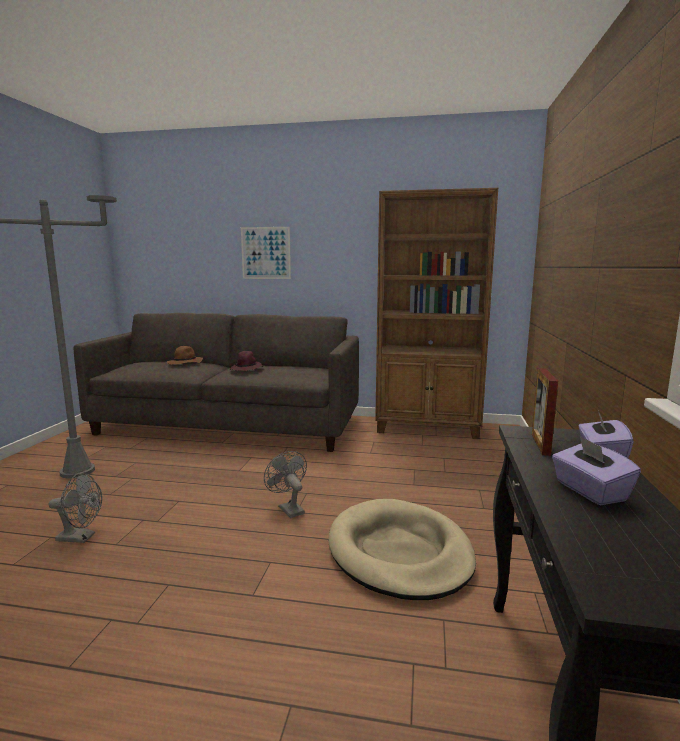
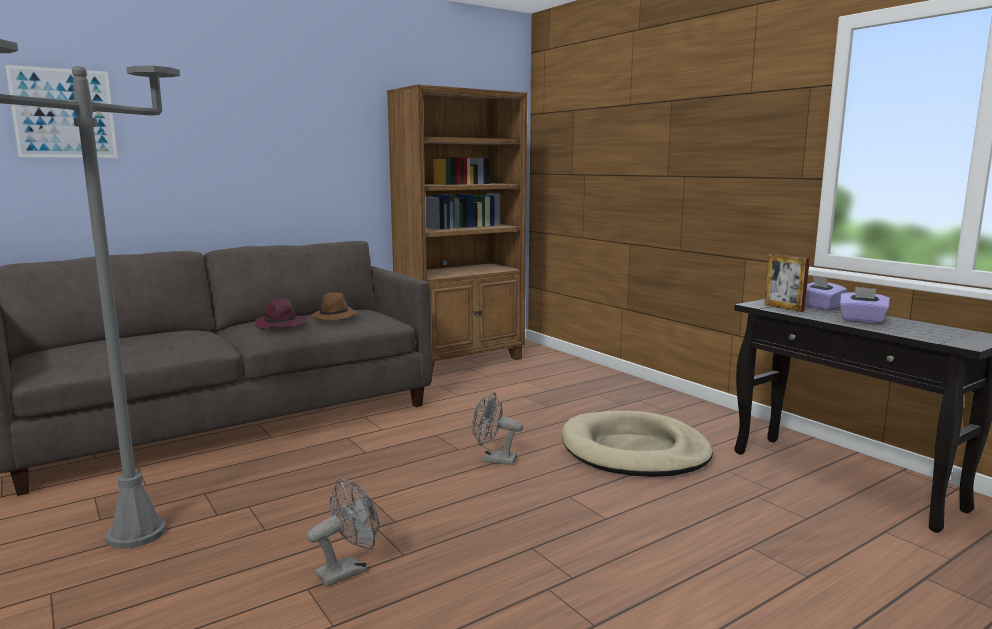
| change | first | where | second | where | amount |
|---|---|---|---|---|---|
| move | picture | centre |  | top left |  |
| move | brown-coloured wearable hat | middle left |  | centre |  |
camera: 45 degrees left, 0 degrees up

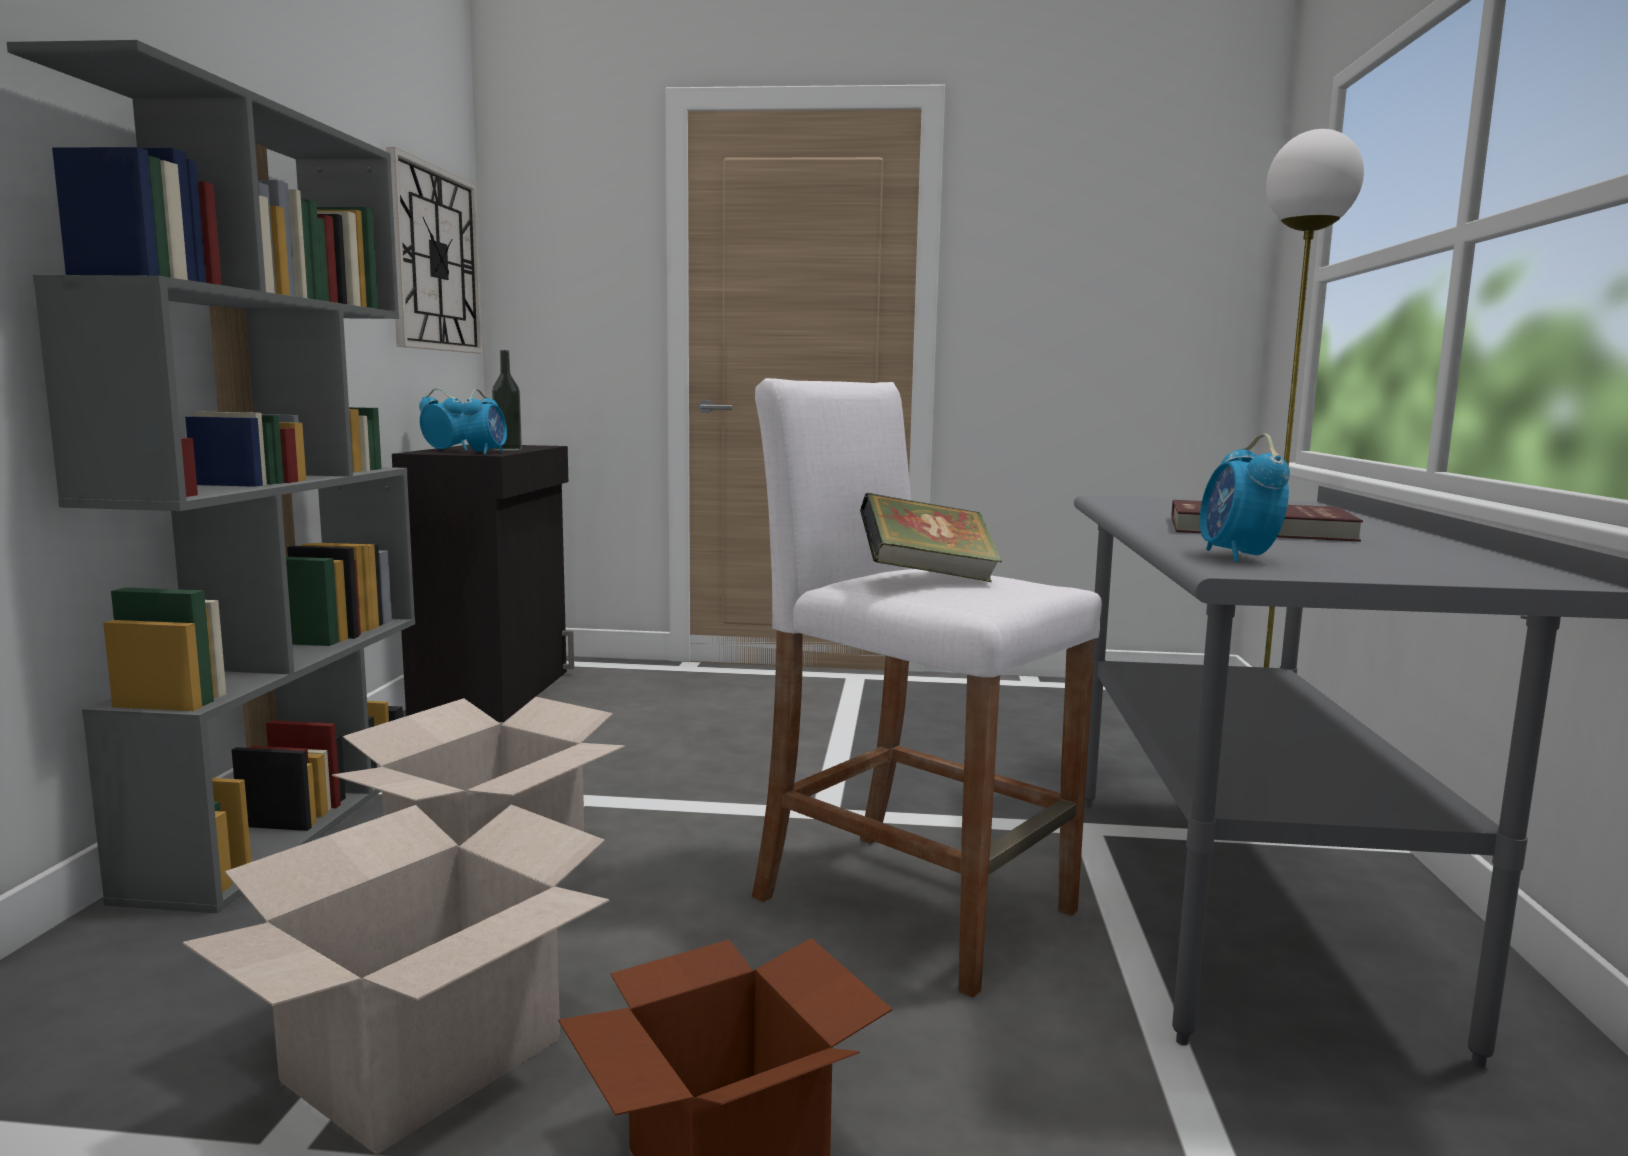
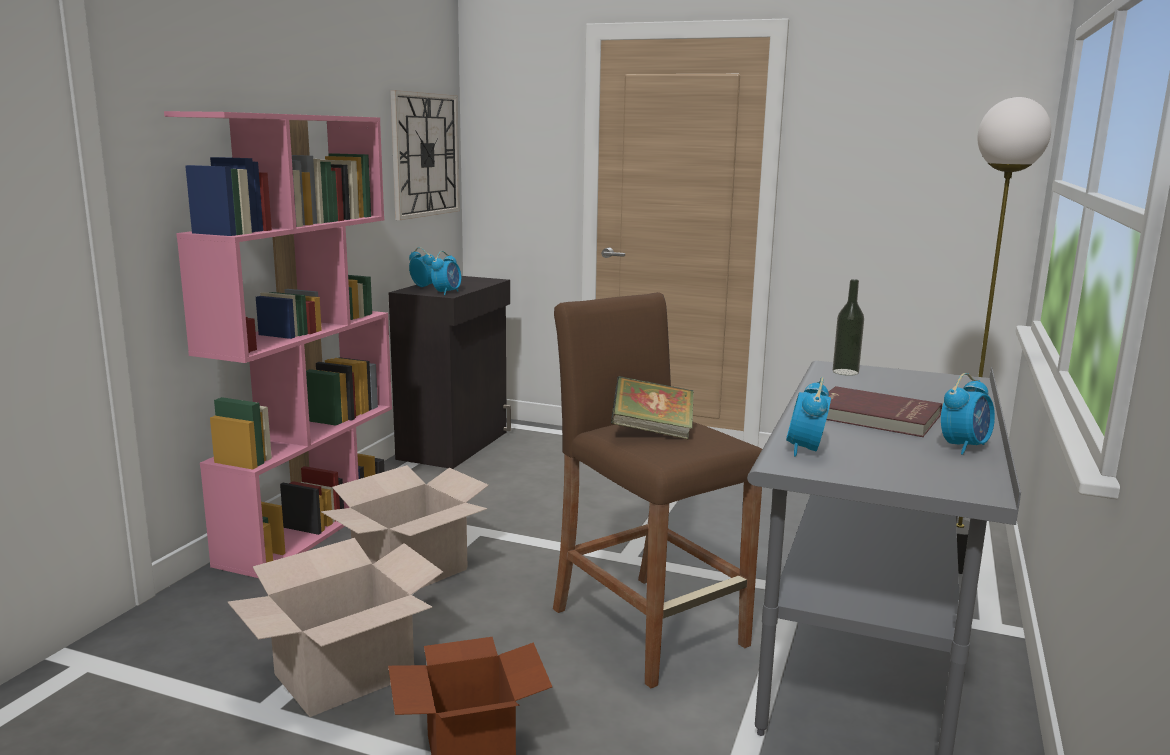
| change | first | where | second | where | amount |
|---|---|---|---|---|---|
| recolor | grey bookshelf | middle left | pink bookshelf | middle left |  |
| move | drink bottle | middle left |  | middle right |  |
| recolor | white-coloured sitting stool | centre | brown-coloured sitting stool | centre |  |
| insert |  |  | alarm clock (4th from left) | middle right |  |
camera: 15 degrees right, 5 degrees up

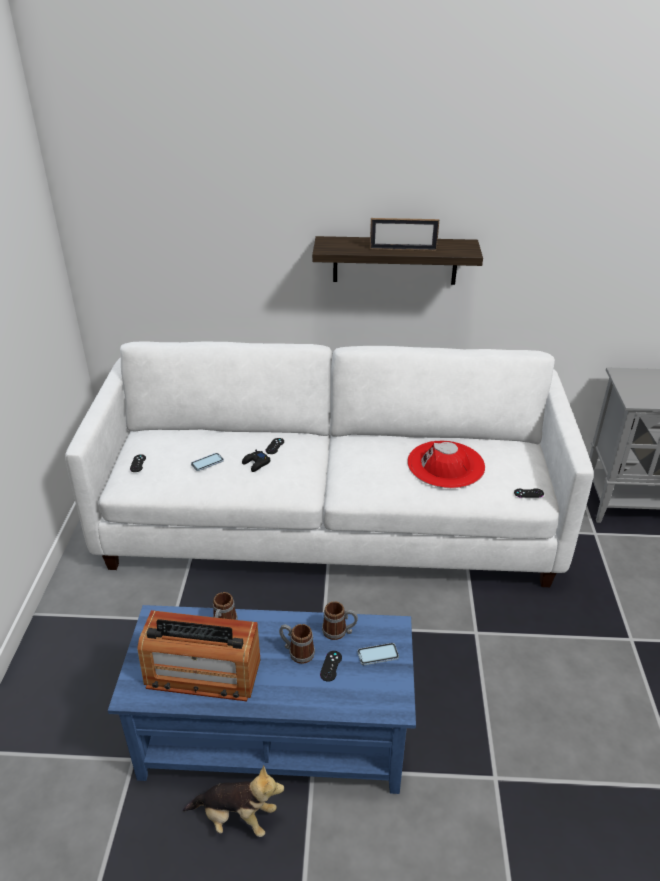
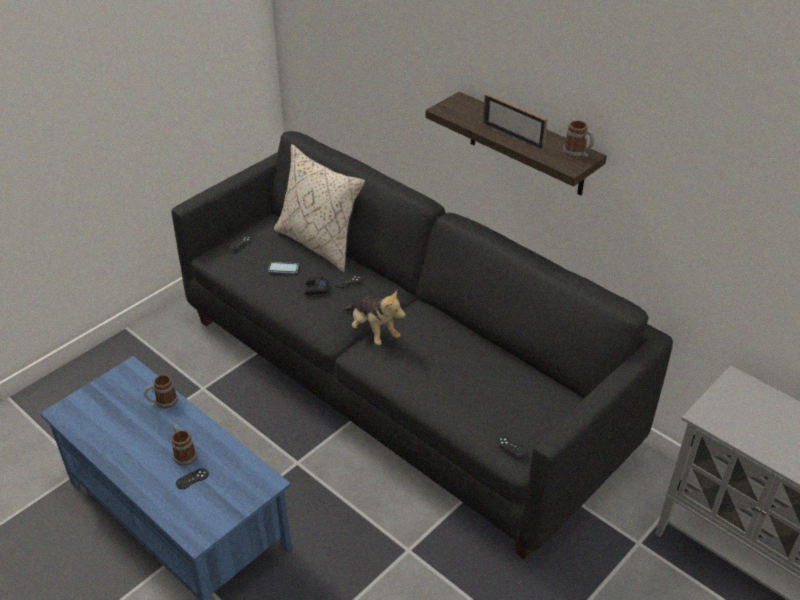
| change | first | where | second | where | amount |
|---|---|---|---|---|---|
| recolor | white-coloured couch | centre | blackish couch | centre |  |
| delete | red-coloured wearable hat | middle right |  |  |  |
| move | mug (3rd from left) | bottom centre |  | top right |  |
| delete | radio | bottom left |  |  |  |
| delete | telephone (2nd from left) | bottom centre |  |  |  |
| move | soft toy | bottom centre |  | centre |  |
| insert |  |  | beige-coloured throw pillow | centre |  |
camera: 40 degrees right, 5 degrees up

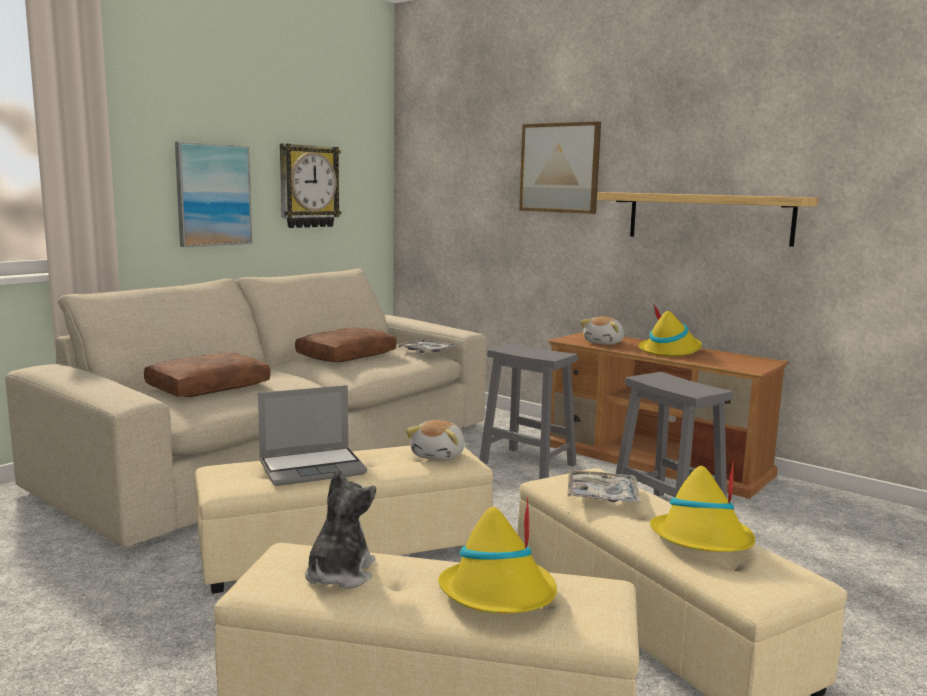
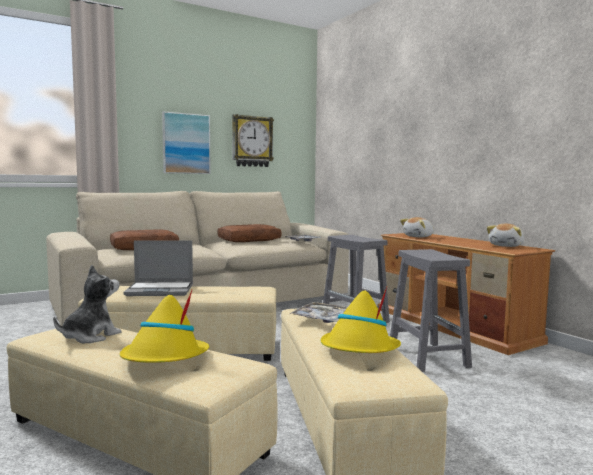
| change | first | where | second | where | amount |
|---|---|---|---|---|---|
| delete | picture (2nd from left) | top centre |  |  |  |
| delete | wall shelf | top right |  |  |  |
| delete | yellow-coloured wearable hat (2nd from left) | middle right |  |  |  |
| move | soft toy (2nd from left in the first image) | centre | soft toy (3rd from left) | middle right |  |
camera: 20 degrees right, 5 degrees down

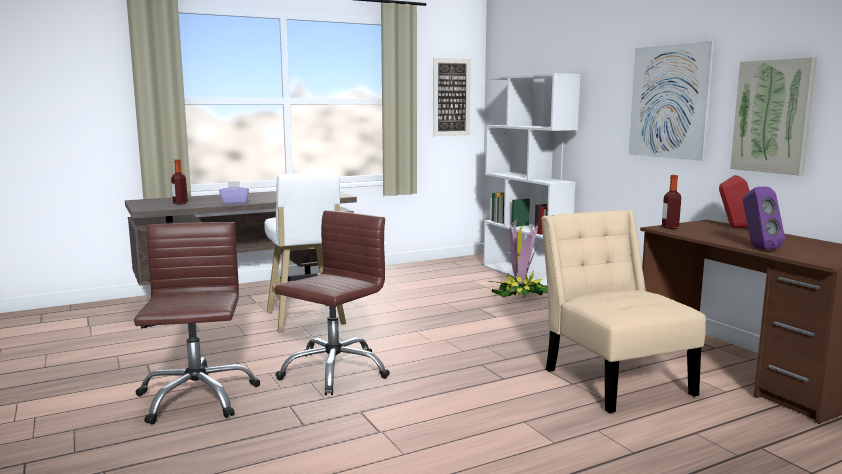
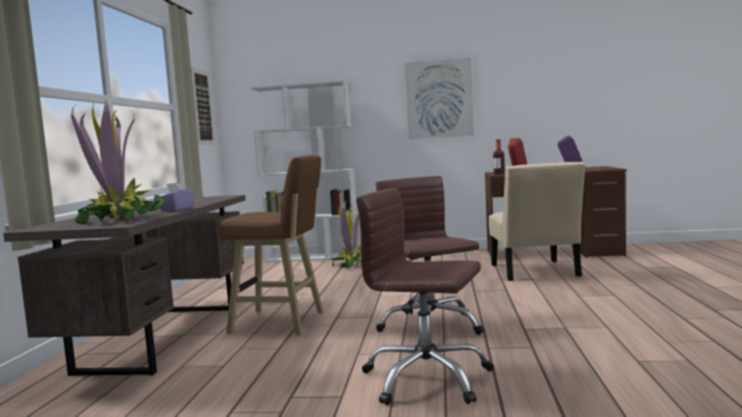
| change | first | where | second | where | amount |
|---|---|---|---|---|---|
| delete | picture (3rd from left) | top right |  |  |  |
| replace | drink bottle (1st from left) | middle left | houseplant (1st from left) | middle left |  |
| recolor | white-coloured sitting stool | centre | brown-coloured sitting stool | centre |  |
| rotate | beige-coloured plain chair | middle right |  | middle right | 105 degrees counterclockwise |
camera: 55 degrees left, 5 degrees down

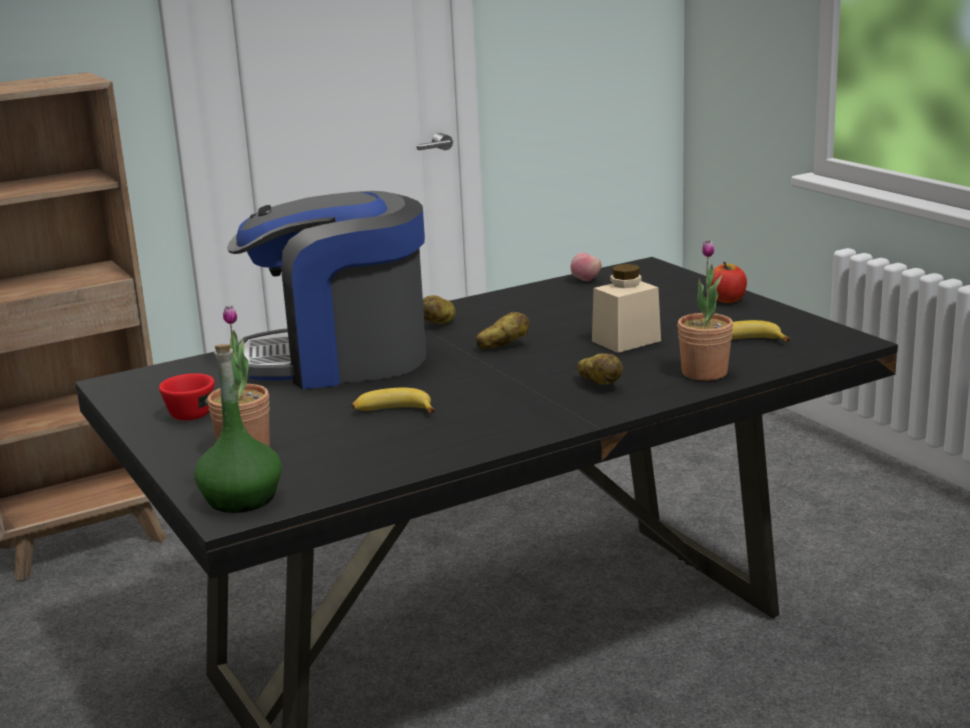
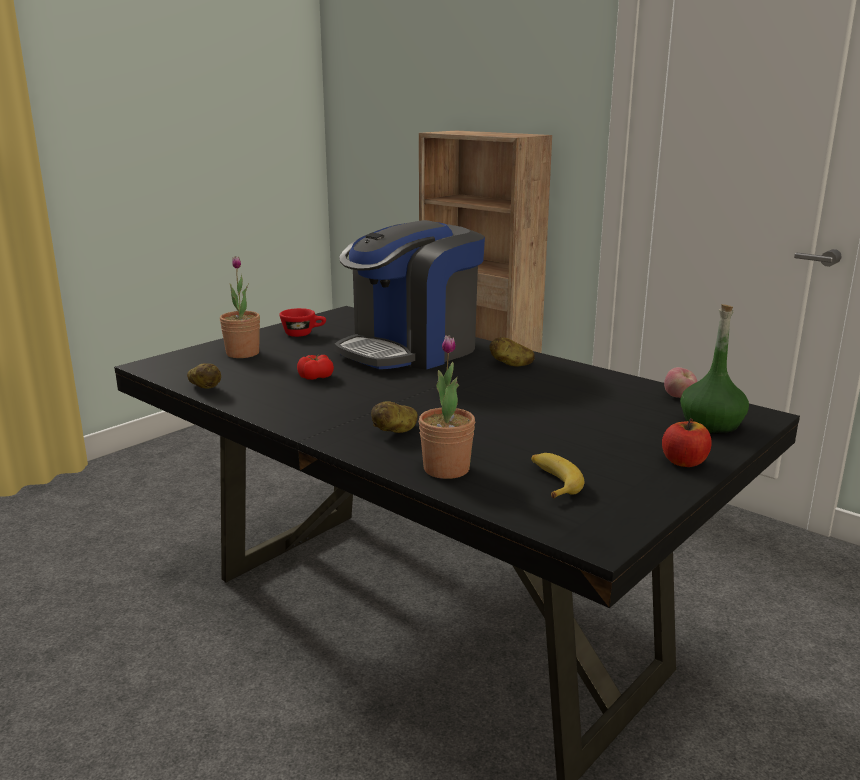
| change | first | where | second | where | amount |
|---|---|---|---|---|---|
| rotate | coffee maker | centre |  | centre | 105 degrees counterclockwise |
| delete | beige-coloured preserve jar | centre |  |  |  |
| move | spud (2nd from left in the first image) | centre | spud (1st from left) | middle left |  |
| move | green-coloured drink bottle | middle left |  | middle right |  |
| replace | whole banana (1st from left) | centre | whole tomato | centre |  |
camera: 70 degrees right, 0 degrees up

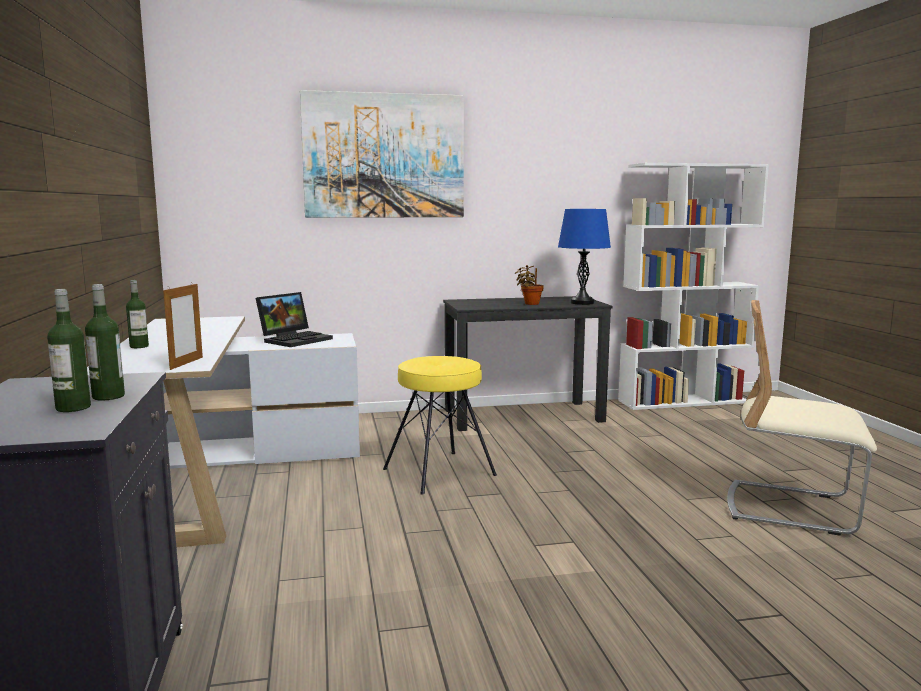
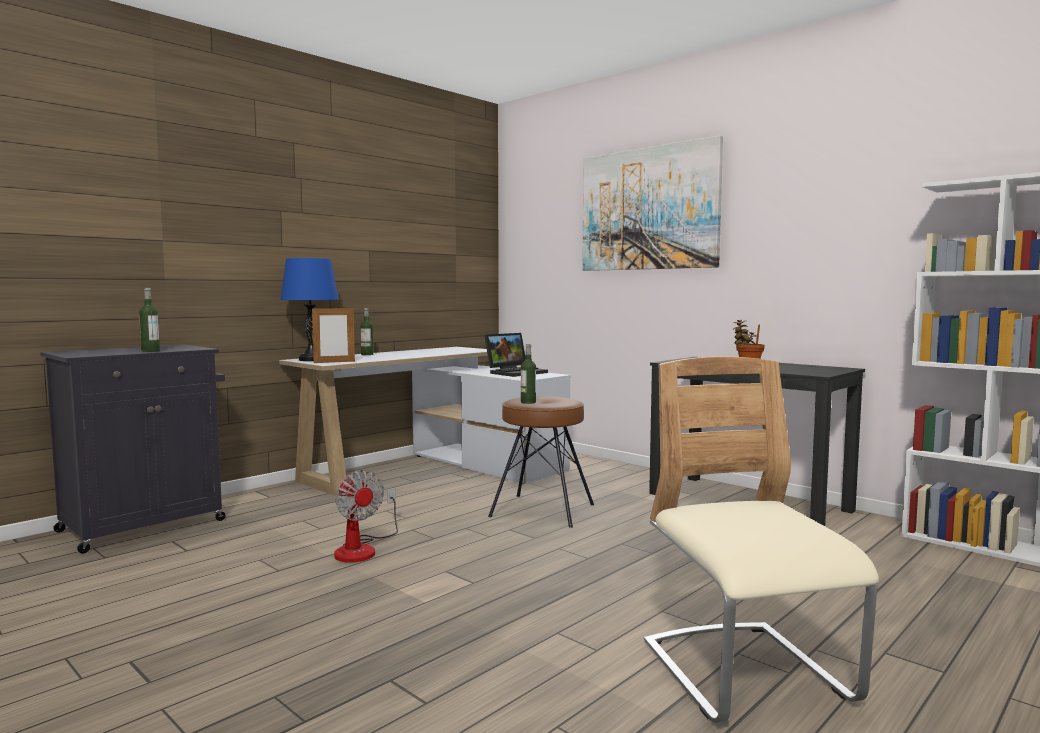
| change | first | where | second | where | amount |
|---|---|---|---|---|---|
| move | blue-coloured lamp for a table | centre |  | middle left |  |
| move | drink bottle (1st from left in the first image) | middle left | drink bottle (3rd from left) | centre |  |
| rotate | laptop | middle left |  | centre | 45 degrees counterclockwise |
| recolor | yellow-coloured sitting stool | centre | brown-coloured sitting stool | centre |  |
| insert |  |  | electric fan | bottom centre |  |
camera: 55 degrees right, 5 degrees down

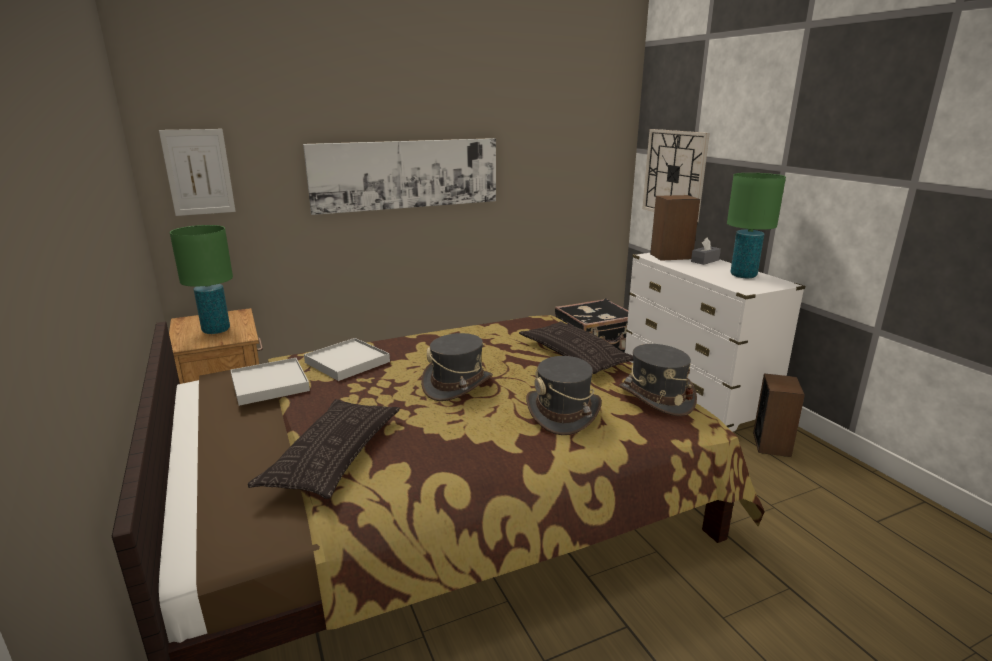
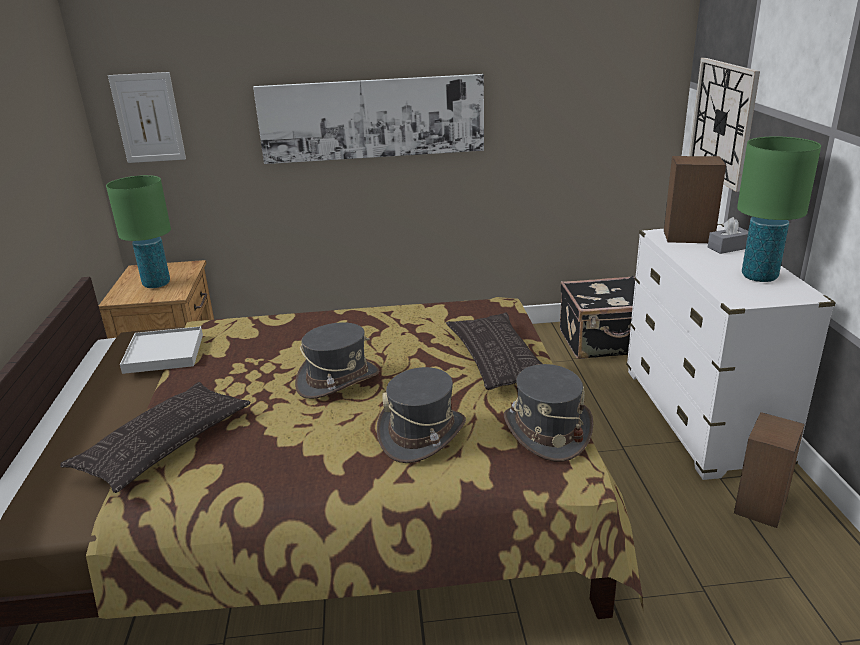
| change | first | where | second | where | amount |
|---|---|---|---|---|---|
| delete | white-coloured tray (2nd from left) | centre |  |  |  |
camera: 20 degrees right, 5 degrees up

